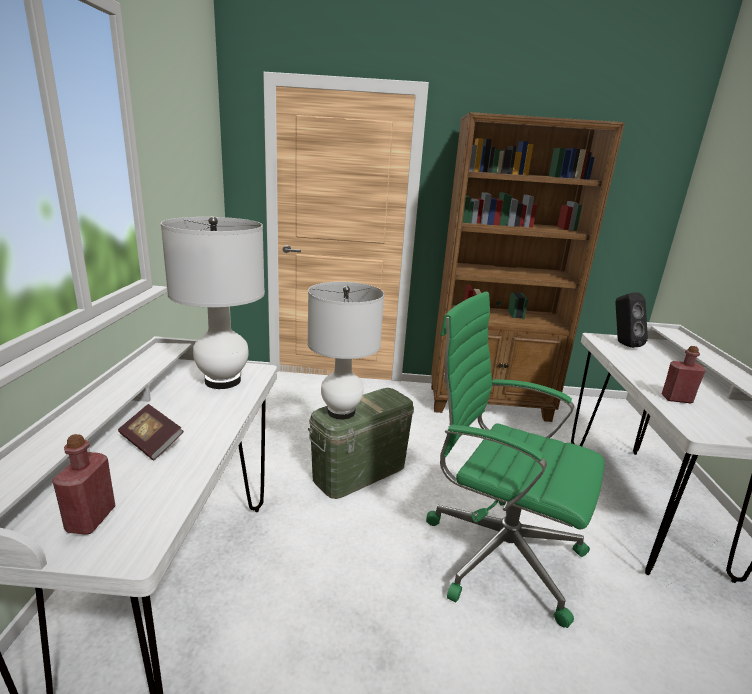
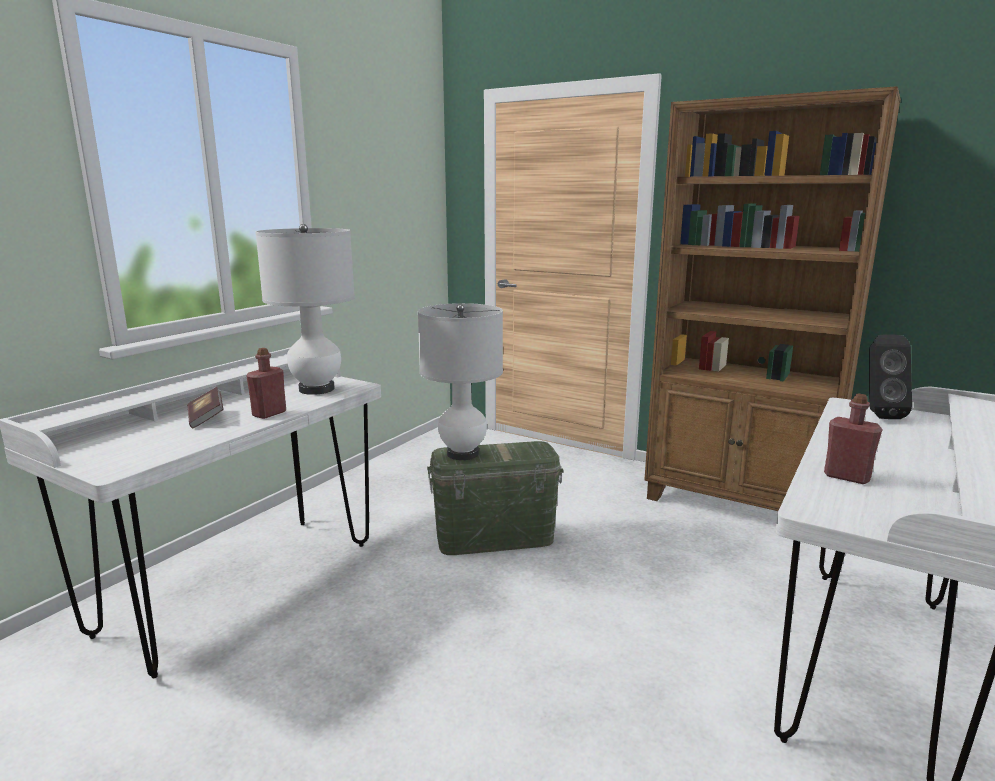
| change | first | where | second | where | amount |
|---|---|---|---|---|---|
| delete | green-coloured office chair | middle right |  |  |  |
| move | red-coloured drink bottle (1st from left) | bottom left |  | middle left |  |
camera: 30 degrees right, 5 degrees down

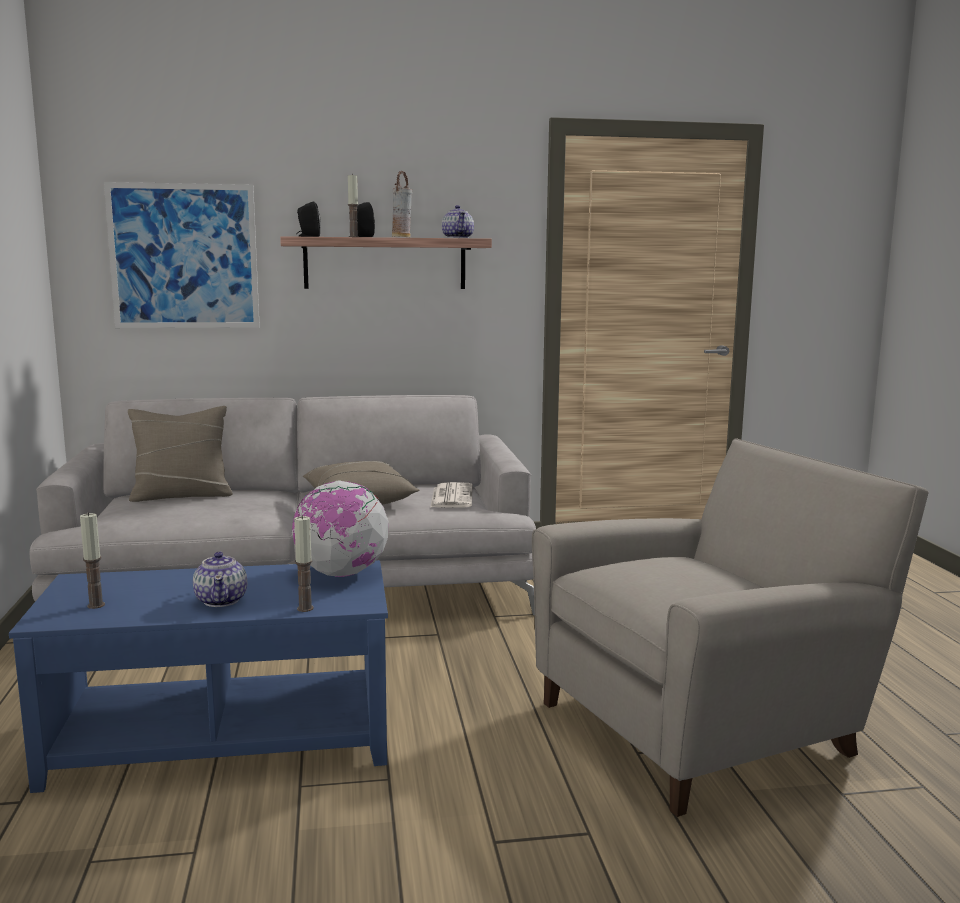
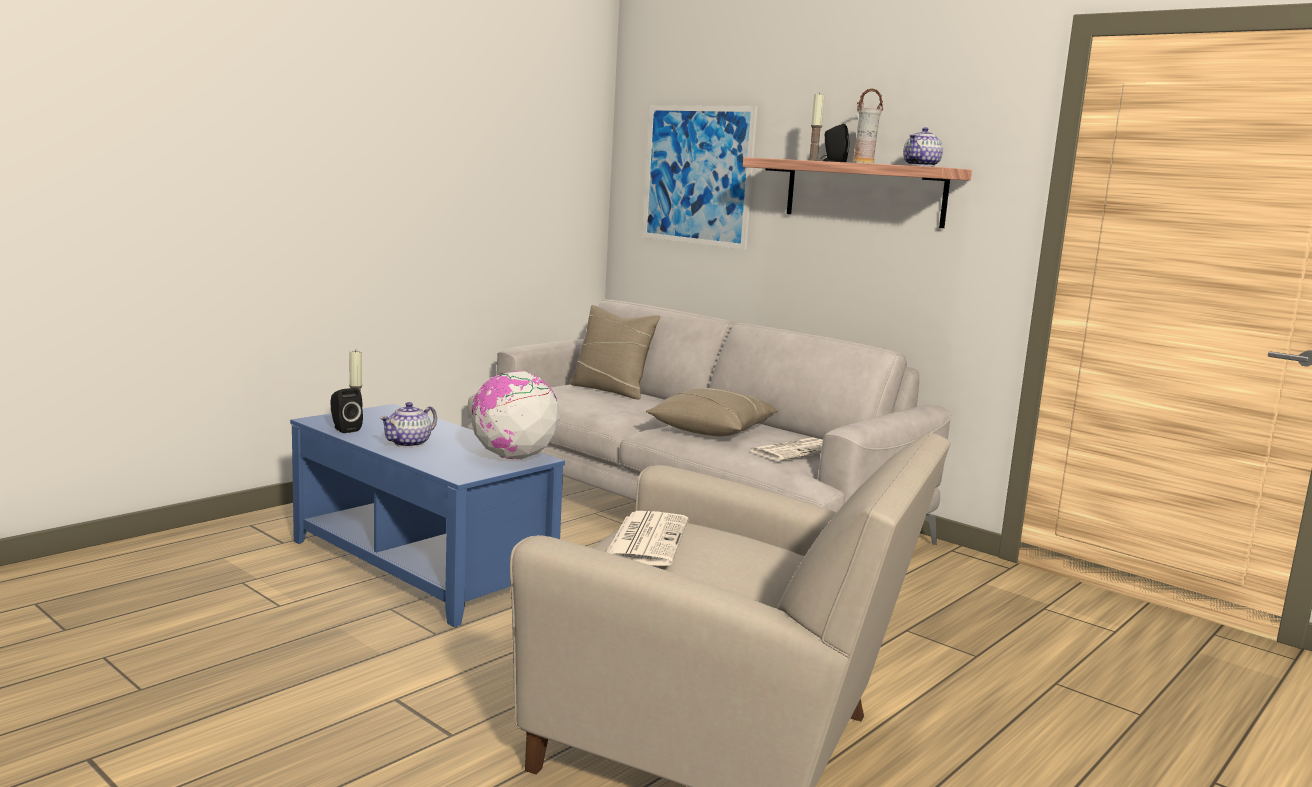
| change | first | where | second | where | amount |
|---|---|---|---|---|---|
| move | blackish loudspeaker (1st from left) | top left |  | middle left |  |
| delete | wax light (2nd from left) | middle left |  |  |  |
| insert |  |  | newspaper (1st from left) | bottom centre |  |
camera: 50 degrees right, 0 degrees up

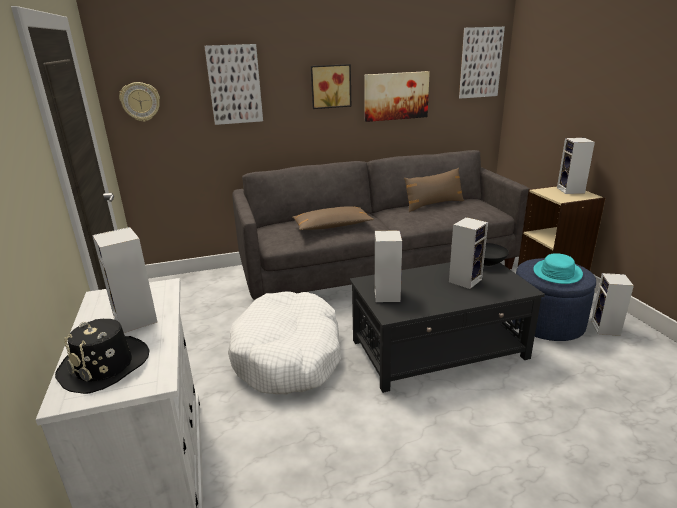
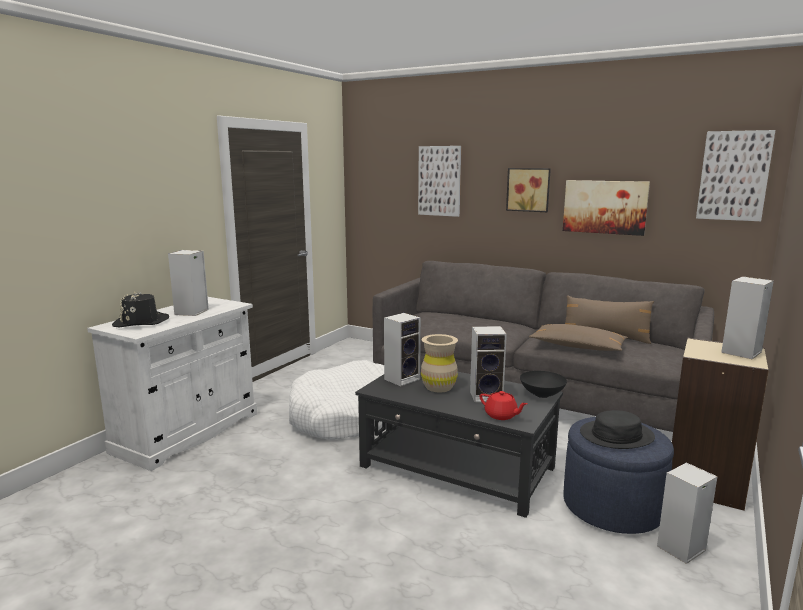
| change | first | where | second | where | amount |
|---|---|---|---|---|---|
| delete | clock on the wall | top left |  |  |  |
| move | brown-coloured throw pillow (1st from left) | centre |  | middle right |  |
| recolor | turquoise wearable hat | middle right | blackish wearable hat (2nd from left) | bottom right |  |
| insert |  |  | beige-coloured flower vase | centre |  |
| insert |  |  | red-coloured pot for tea | centre |  |
camera: 45 degrees right, 10 degrees down

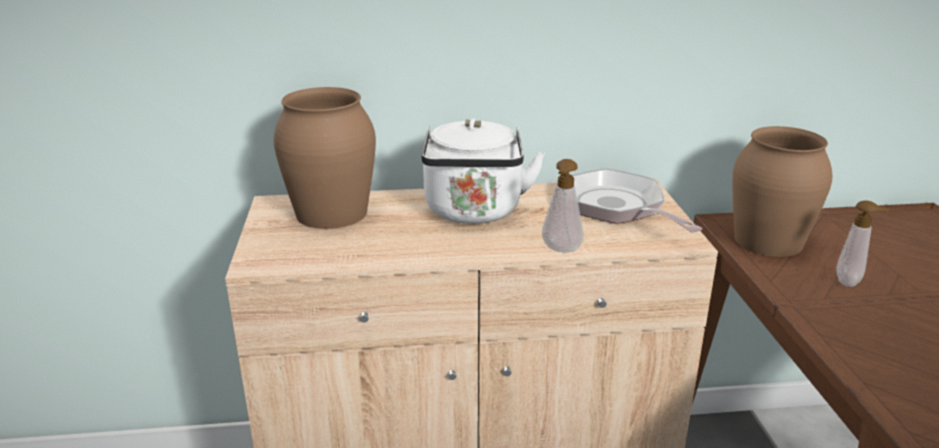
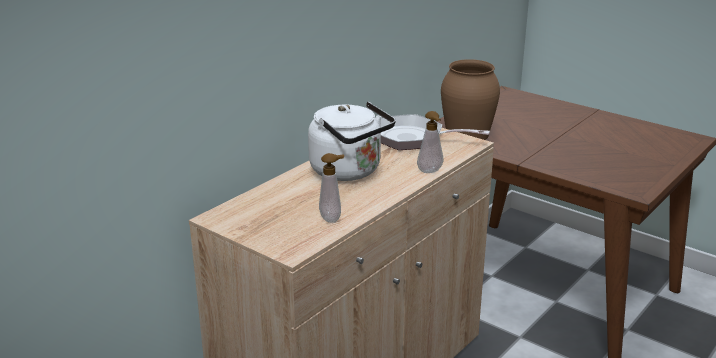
| change | first | where | second | where | amount |
|---|---|---|---|---|---|
| delete | brown-coloured flower vase (1st from left) | centre |  |  |  |
| move | soap bottle (2nd from left in the first image) | middle right | soap bottle (1st from left) | centre |  |
camera: 45 degrees left, 0 degrees up

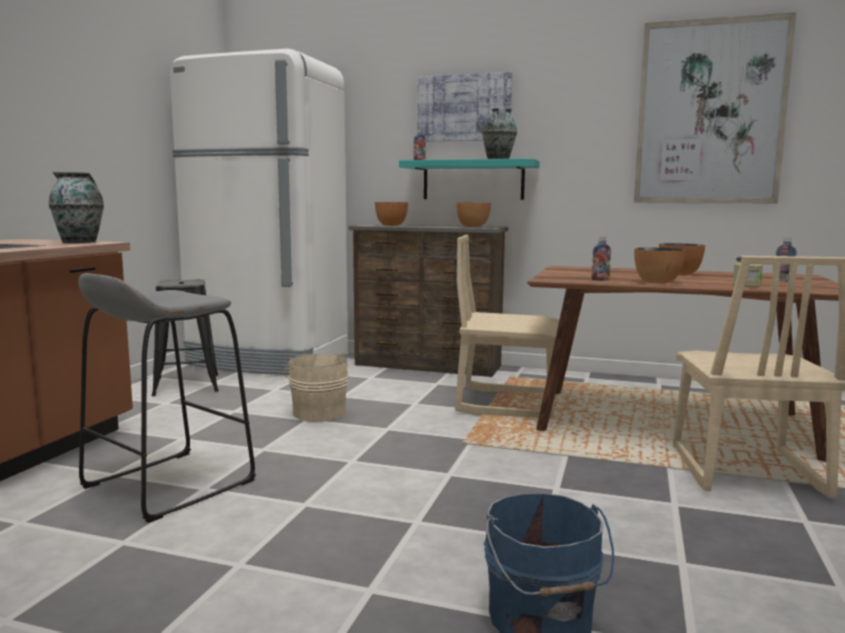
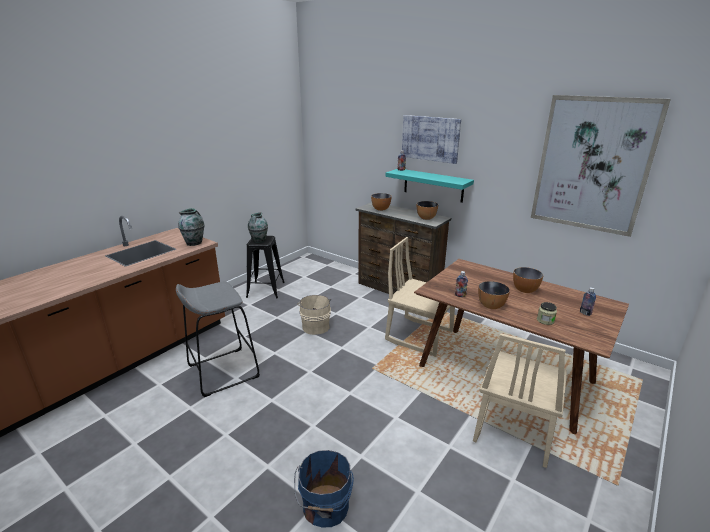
| change | first | where | second | where | amount |
|---|---|---|---|---|---|
| delete | white-coloured kitchen fridge | middle left |  |  |  |
| move | flower vase (2nd from left) | top centre |  | centre |  |
camera: 20 degrees right, 15 degrees up

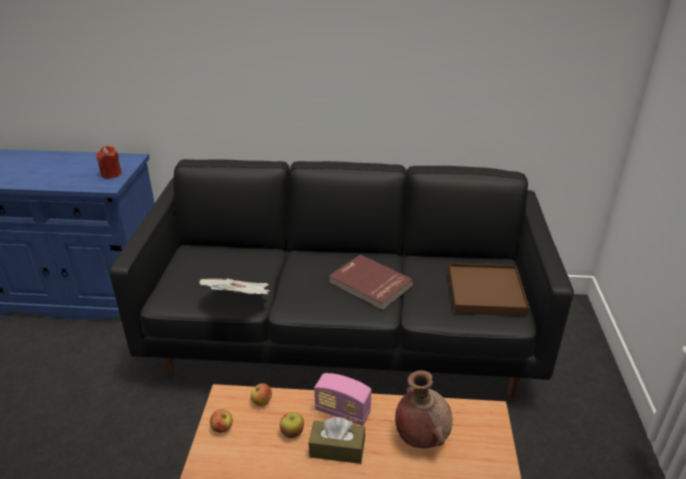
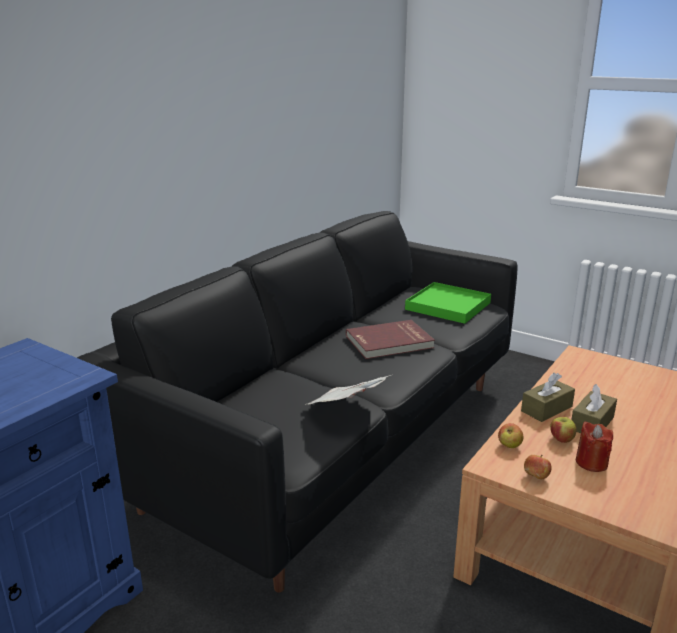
| change | first | where | second | where | amount |
|---|---|---|---|---|---|
| move | red-coloured wax light | middle left |  | bottom right |  |
| recolor | brown-coloured tray | middle right | green-coloured tray | centre |  |
| delete | brown-coloured flower vase | bottom centre |  |  |  |
| replace | radio | bottom centre | brown-coloured tissue box (1st from left) | middle right |  |
camera: 60 degrees left, 10 degrees down

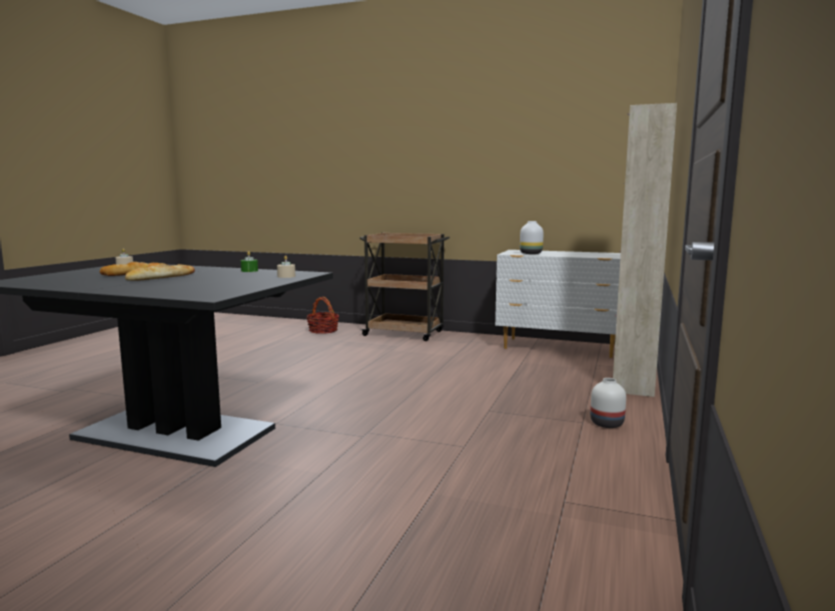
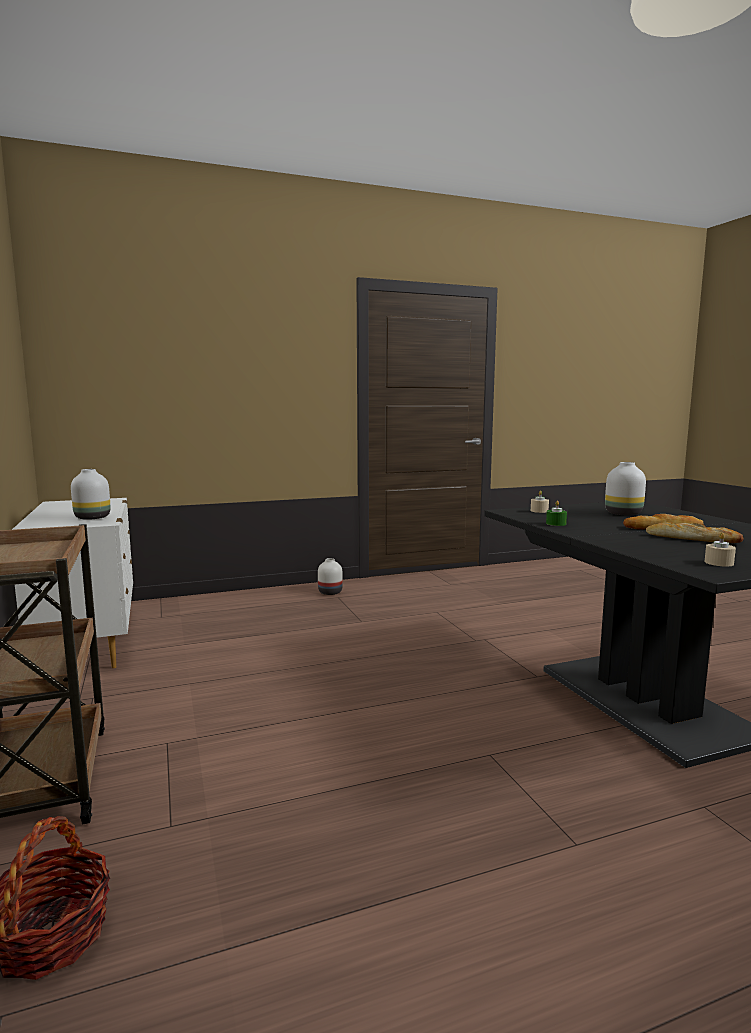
| change | first | where | second | where | amount |
|---|---|---|---|---|---|
| delete | beige-coloured cupboard | middle right |  |  |  |
| insert |  |  | white-coloured flower vase (3rd from left) | middle right |  |
camera: 130 degrees left, 0 degrees up

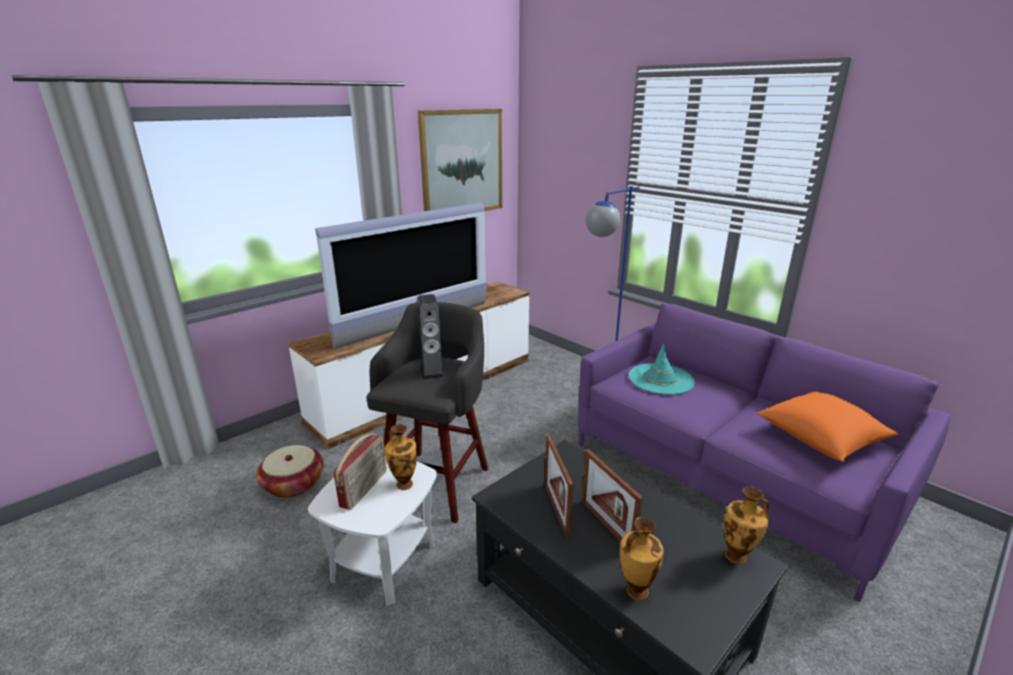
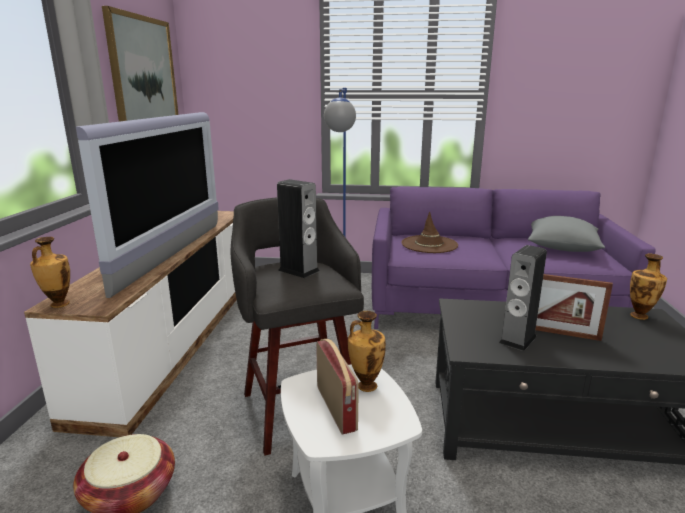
| change | first | where | second | where | amount |
|---|---|---|---|---|---|
| recolor | turquoise wearable hat | centre | brown-coloured wearable hat | centre |  |
| recolor | orange-coloured throw pillow | middle right | grey throw pillow | middle right |  |
| replace | photo frame (1st from left) | bottom centre | loudspeaker (2nd from left) | middle right |  |
| move | flower vase (2nd from left in the first image) | bottom centre | flower vase (1st from left) | middle left |  |
camera: 40 degrees left, 5 degrees down

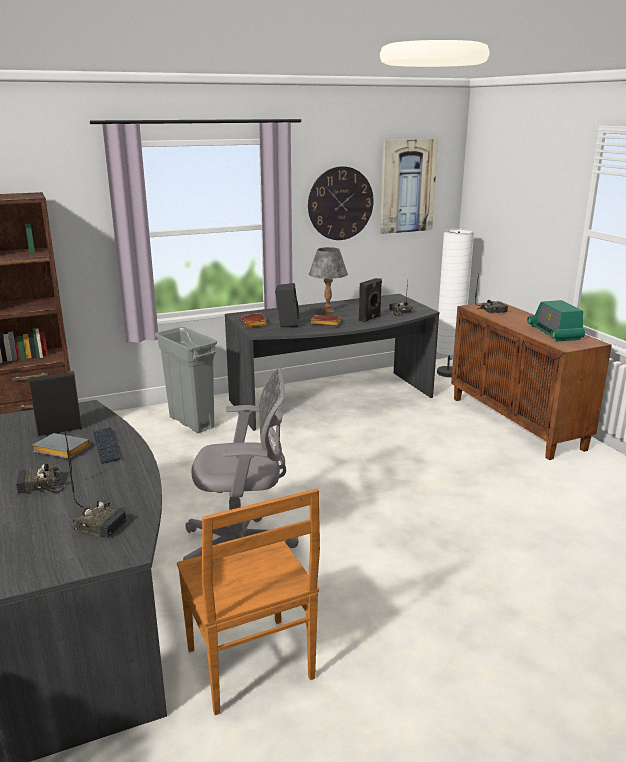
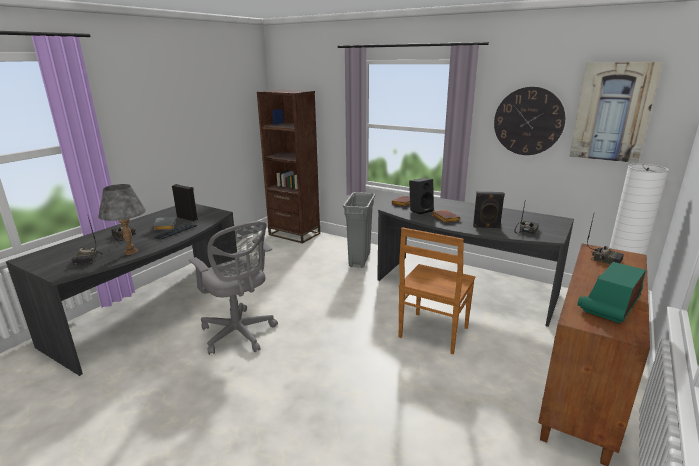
| change | first | where | second | where | amount |
|---|---|---|---|---|---|
| move | grey lamp for a table | centre |  | middle left |  |
| move | brown-coloured plain chair | bottom centre |  | centre |  |
camera: 55 degrees right, 0 degrees up

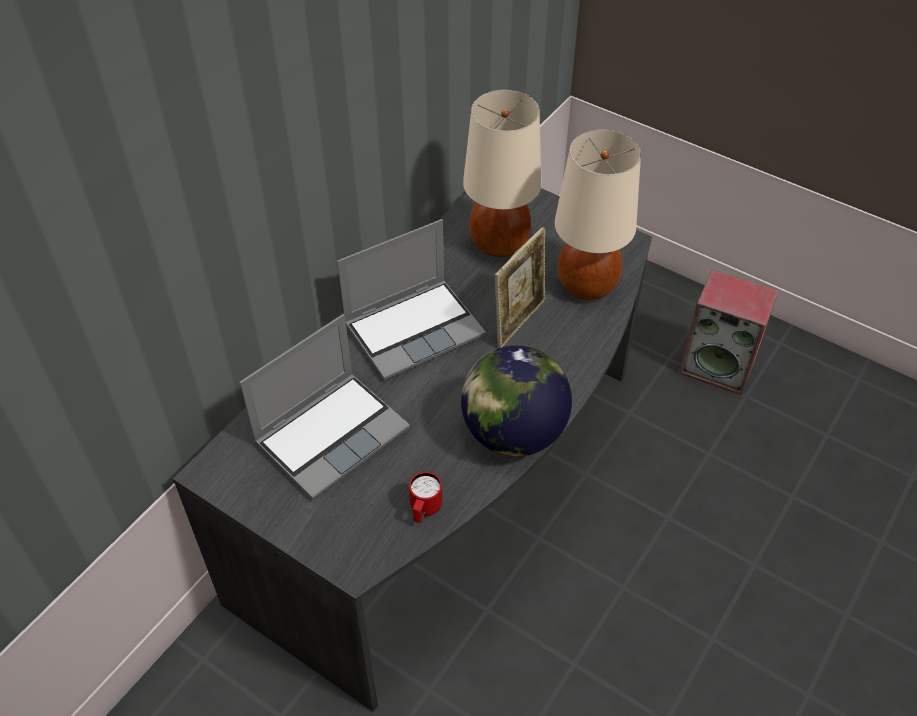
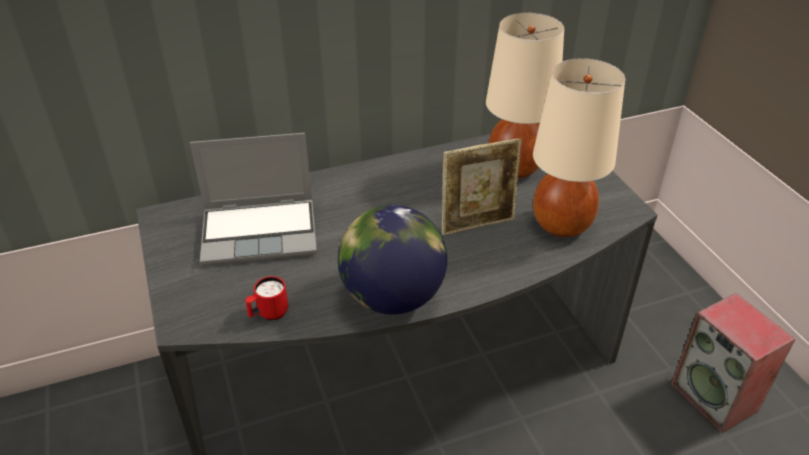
| change | first | where | second | where | amount |
|---|---|---|---|---|---|
| delete | laptop (2nd from left) | centre |  |  |  |
camera: 35 degrees right, 10 degrees down

